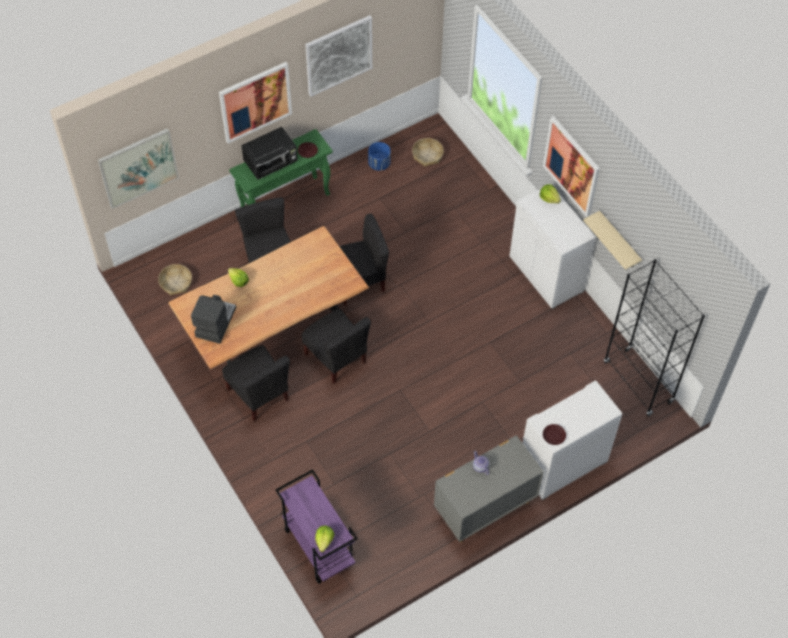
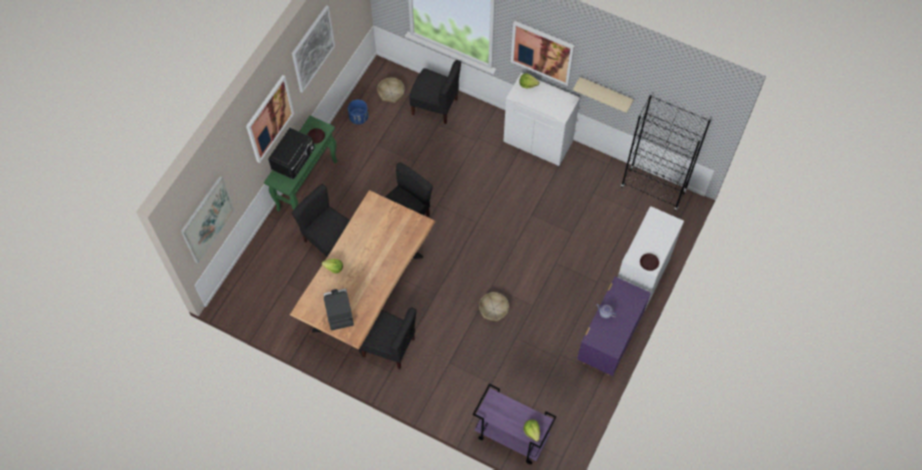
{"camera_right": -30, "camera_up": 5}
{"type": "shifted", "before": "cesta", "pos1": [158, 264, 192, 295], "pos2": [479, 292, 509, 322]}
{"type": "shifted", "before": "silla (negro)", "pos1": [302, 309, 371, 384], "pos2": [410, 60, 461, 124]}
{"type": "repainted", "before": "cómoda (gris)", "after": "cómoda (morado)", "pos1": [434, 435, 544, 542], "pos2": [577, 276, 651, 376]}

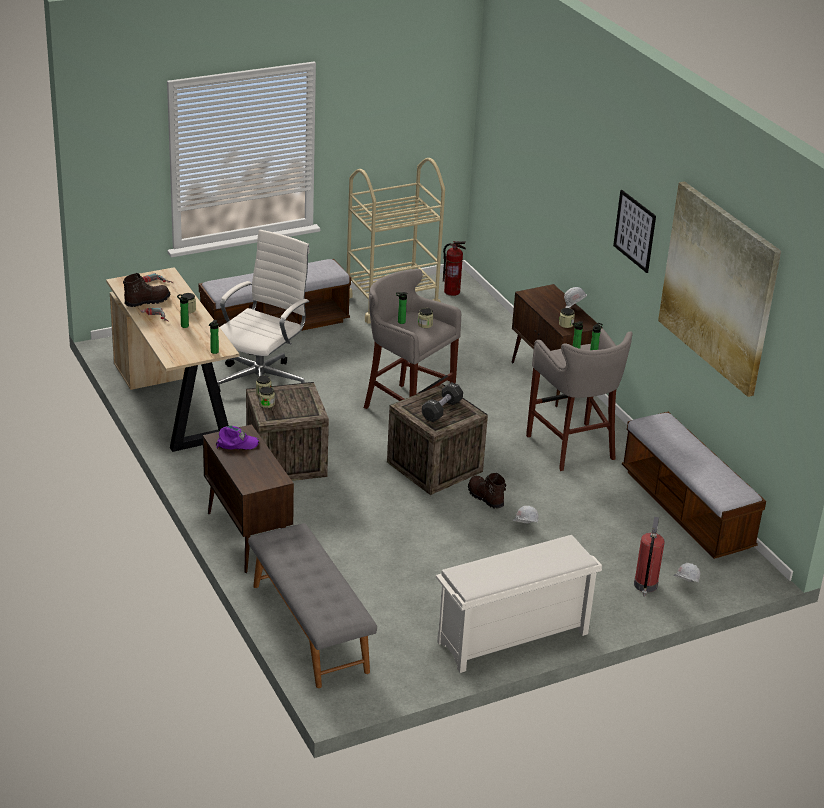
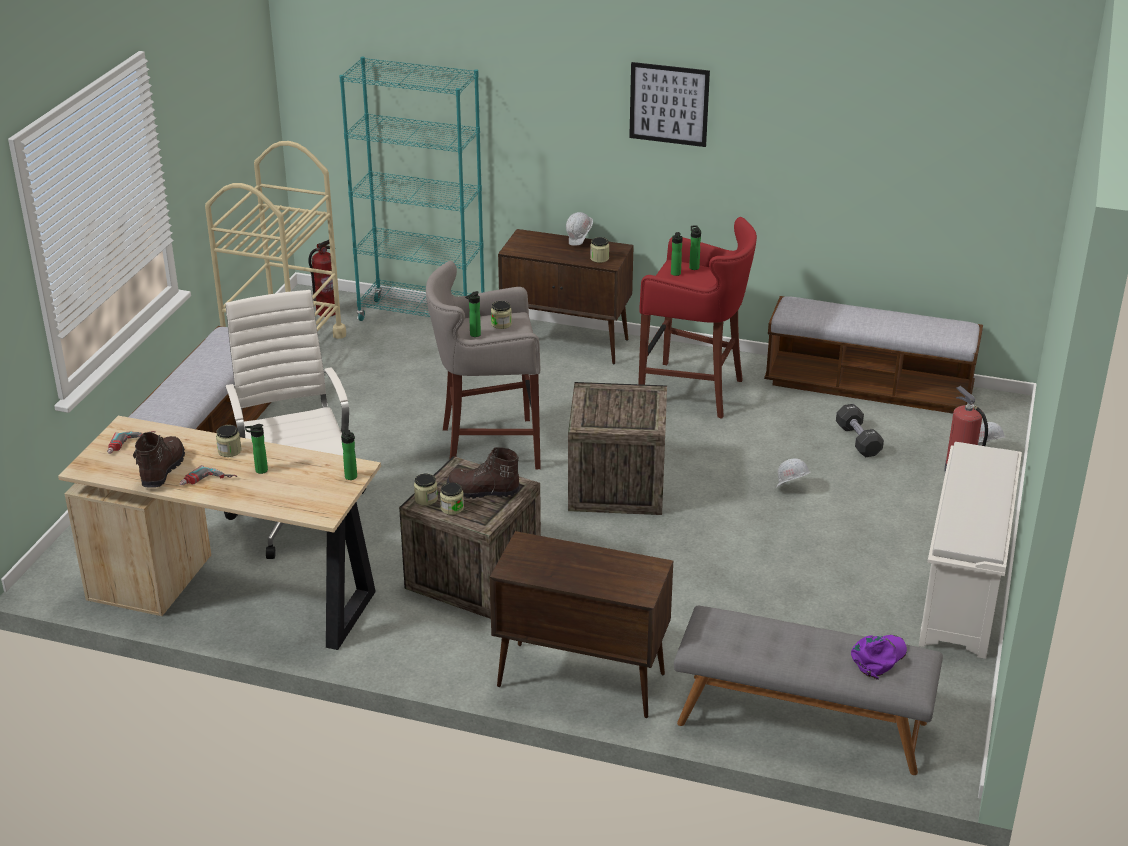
{"camera_right": -45, "camera_up": 0}
{"type": "gone", "before": "cuadro", "pos1": [658, 181, 781, 397]}
{"type": "repainted", "before": "taburete (gris)", "after": "taburete (rojo)", "pos1": [526, 328, 633, 471], "pos2": [638, 217, 757, 419]}
{"type": "shifted", "before": "mancuerna (negro)", "pos1": [422, 382, 463, 422], "pos2": [836, 404, 884, 457]}
{"type": "shifted", "before": "gorra (morado)", "pos1": [216, 426, 259, 450], "pos2": [851, 635, 907, 680]}
{"type": "shifted", "before": "bota (marrón)", "pos1": [468, 473, 506, 509], "pos2": [447, 447, 520, 499]}
{"type": "new", "after": "estantería (turquesa)", "pos2": [339, 57, 484, 321]}

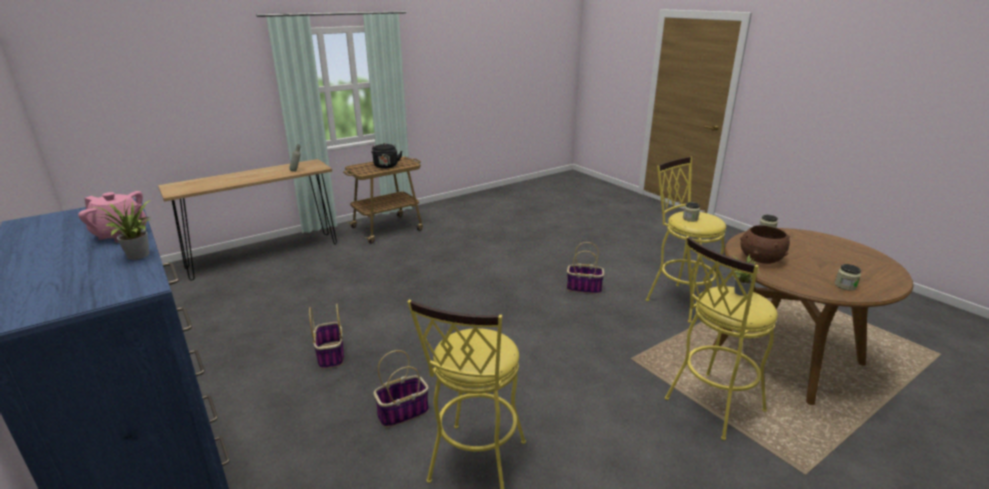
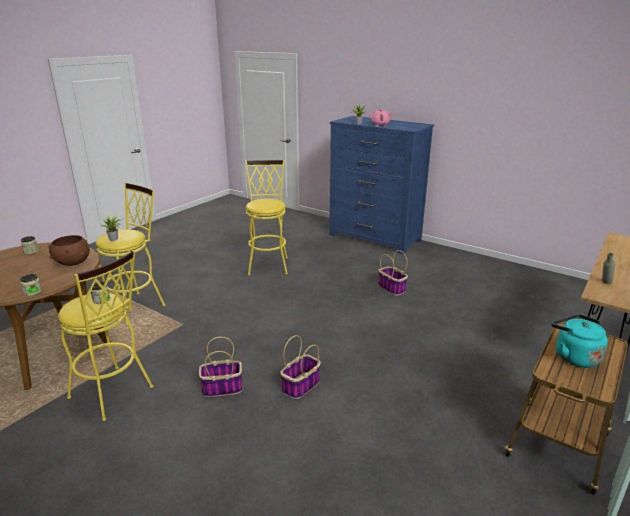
{"camera_right": 160, "camera_up": 0}
{"type": "repainted", "before": "hervidor (negro)", "after": "hervidor (turquesa)", "pos1": [371, 143, 402, 169], "pos2": [552, 314, 608, 368]}
{"type": "shifted", "before": "cesta", "pos1": [373, 350, 429, 428], "pos2": [280, 335, 321, 399]}

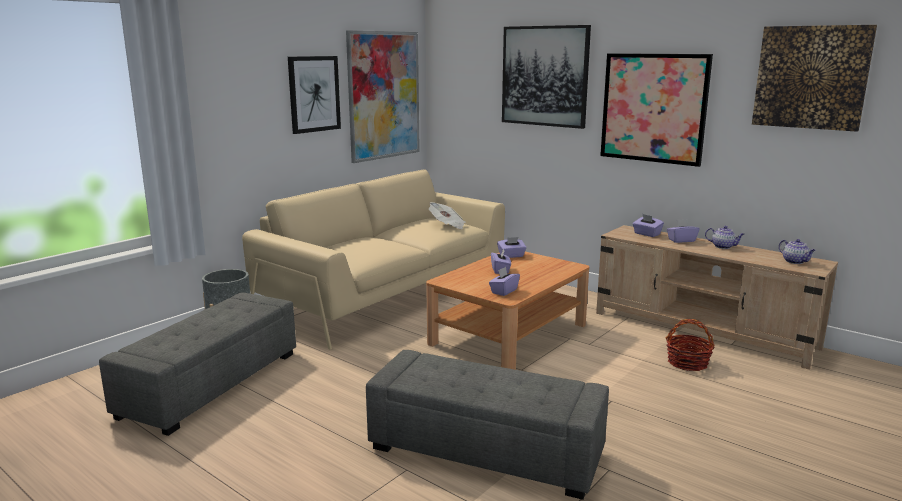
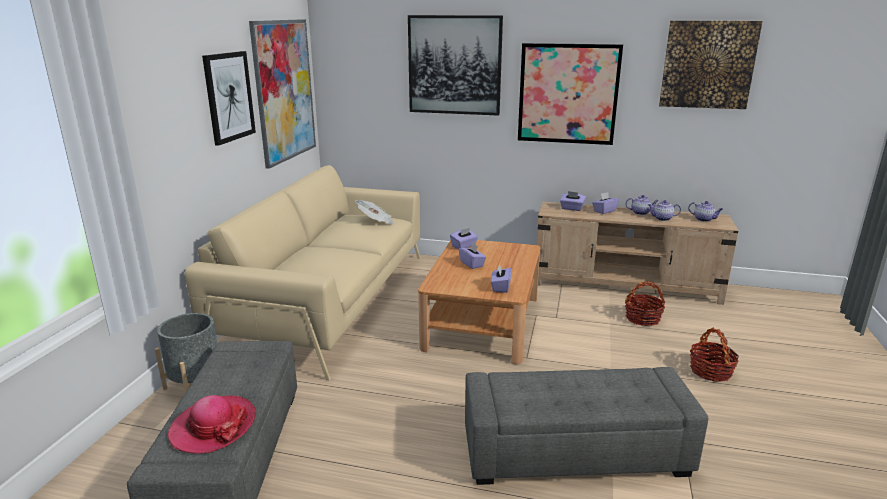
{"camera_right": -25, "camera_up": 5}
{"type": "new", "after": "tetera", "pos2": [648, 200, 681, 221]}
{"type": "new", "after": "cesta", "pos2": [690, 328, 739, 382]}
{"type": "new", "after": "sombrero", "pos2": [168, 395, 256, 454]}

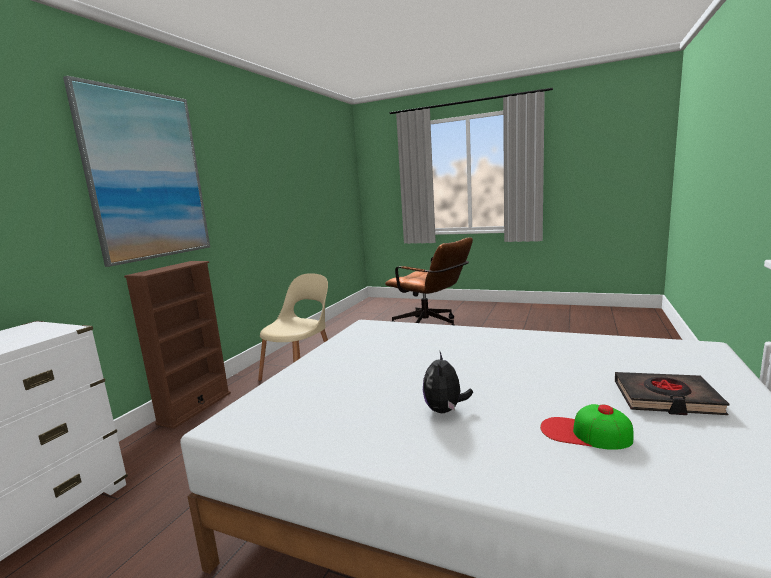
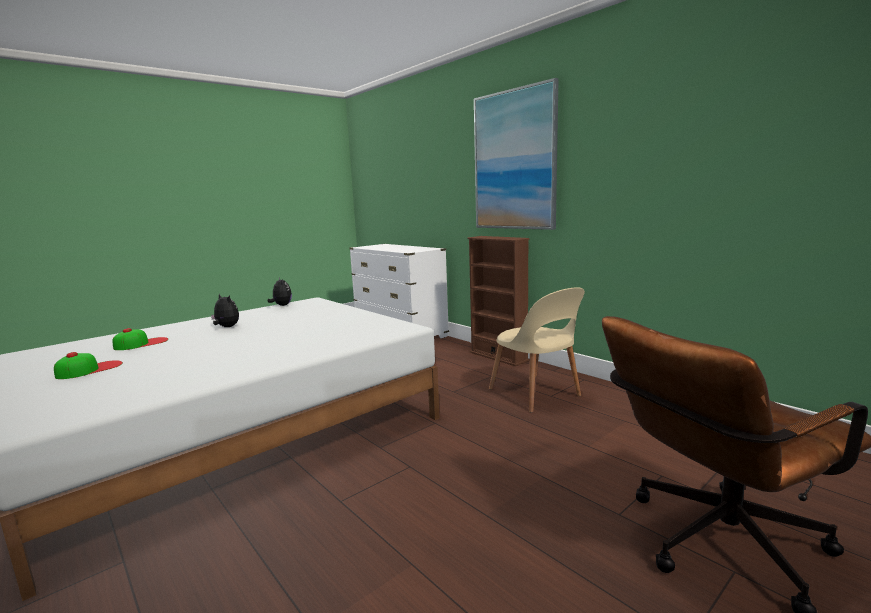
{"camera_right": 115, "camera_up": 0}
{"type": "swapped", "before": "libro (negro)", "after": "gorra", "pos1": [615, 372, 729, 415], "pos2": [54, 352, 123, 379]}
{"type": "new", "after": "peluche", "pos2": [268, 277, 292, 306]}

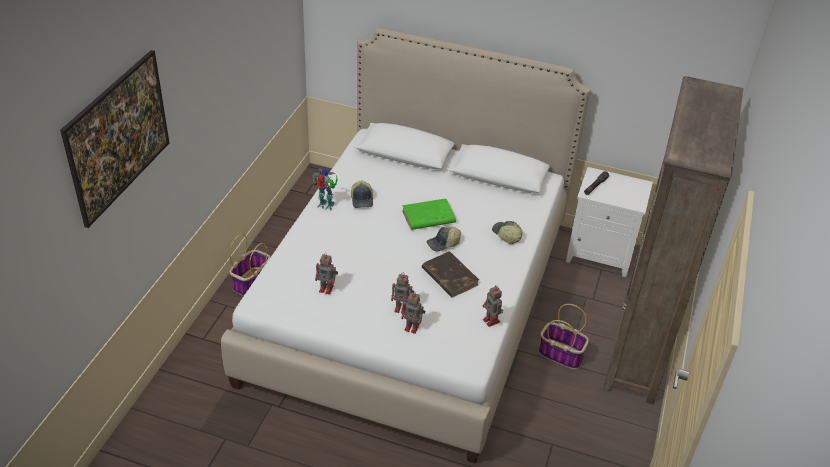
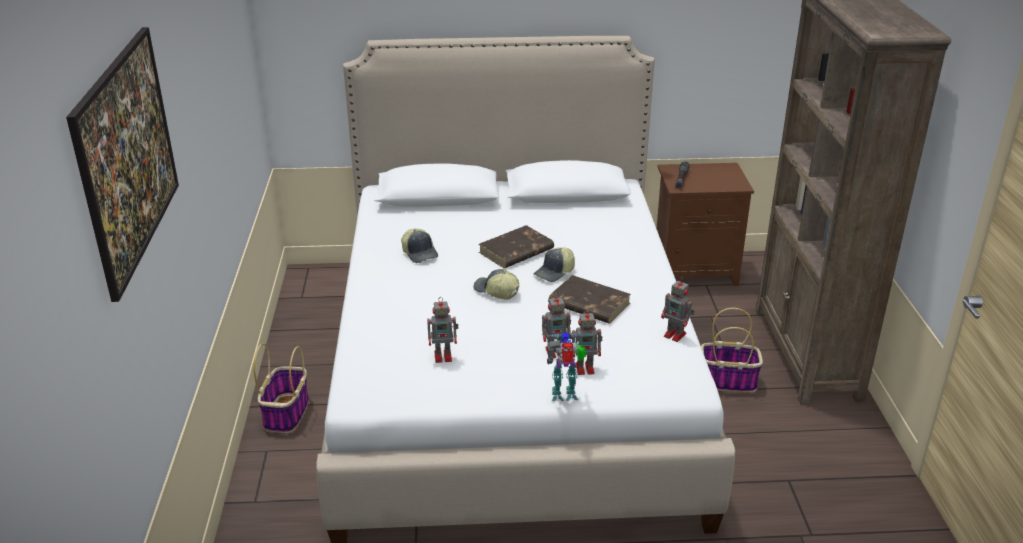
{"camera_right": -20, "camera_up": -10}
{"type": "repainted", "before": "mesita de noche (blanco)", "after": "mesita de noche (marrón)", "pos1": [566, 167, 653, 277], "pos2": [657, 163, 754, 286]}
{"type": "shifted", "before": "robot de juguete", "pos1": [312, 169, 338, 211], "pos2": [547, 332, 587, 401]}
{"type": "repainted", "before": "libro (verde)", "after": "libro (marrón)", "pos1": [402, 198, 456, 230], "pos2": [479, 225, 554, 268]}
{"type": "shifted", "before": "gorra", "pos1": [492, 221, 522, 244], "pos2": [473, 269, 520, 300]}

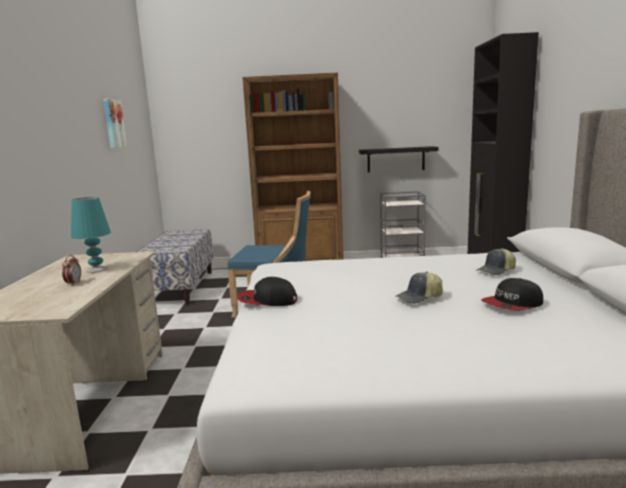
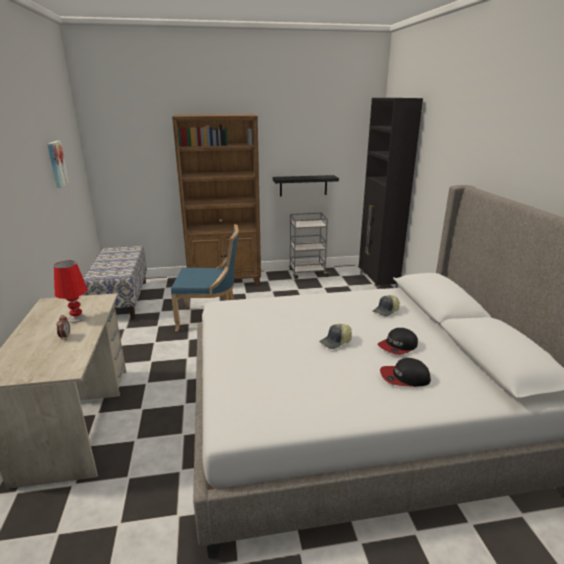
{"camera_right": -10, "camera_up": 10}
{"type": "repainted", "before": "lámpara de mesa (turquesa)", "after": "lámpara de mesa (rojo)", "pos1": [71, 197, 111, 273], "pos2": [54, 261, 88, 323]}
{"type": "shifted", "before": "gorra", "pos1": [237, 277, 297, 306], "pos2": [380, 358, 431, 387]}

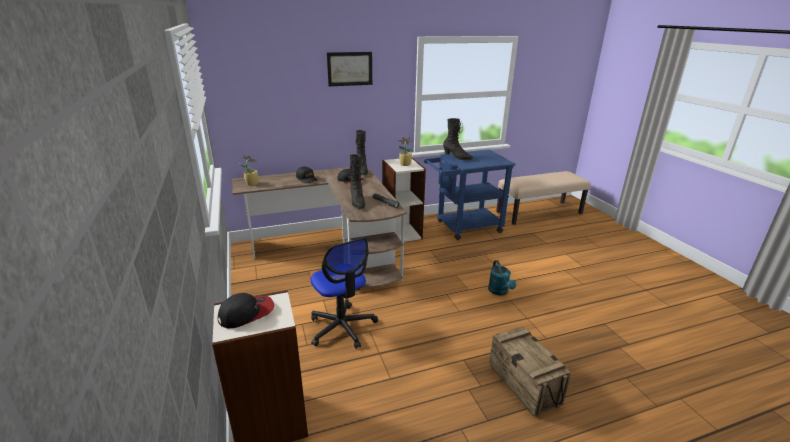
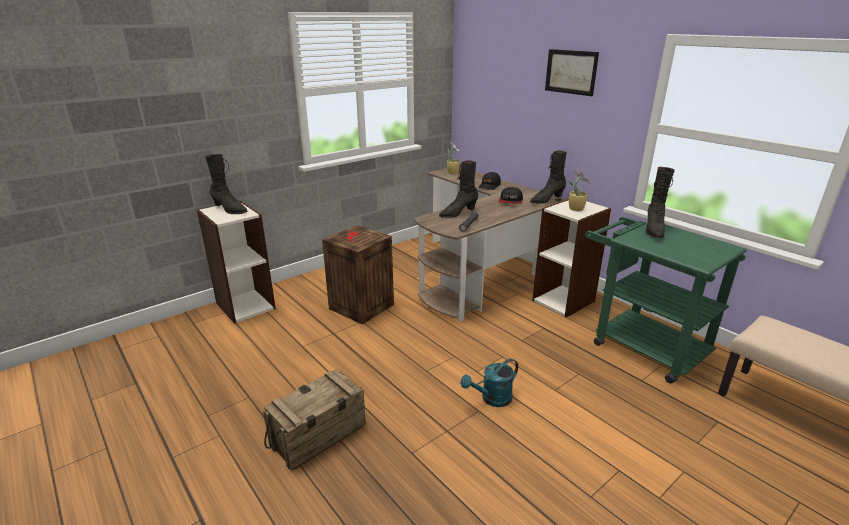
{"camera_right": 70, "camera_up": 0}
{"type": "repainted", "before": "carrito (azul)", "after": "carrito (verde)", "pos1": [424, 150, 516, 240], "pos2": [585, 217, 747, 383]}
{"type": "swapped", "before": "silla de oficina", "after": "caja de embalaje", "pos1": [311, 237, 378, 349], "pos2": [322, 225, 394, 324]}
{"type": "swapped", "before": "gorra", "after": "bota (negro)", "pos1": [217, 293, 274, 328], "pos2": [205, 154, 247, 214]}

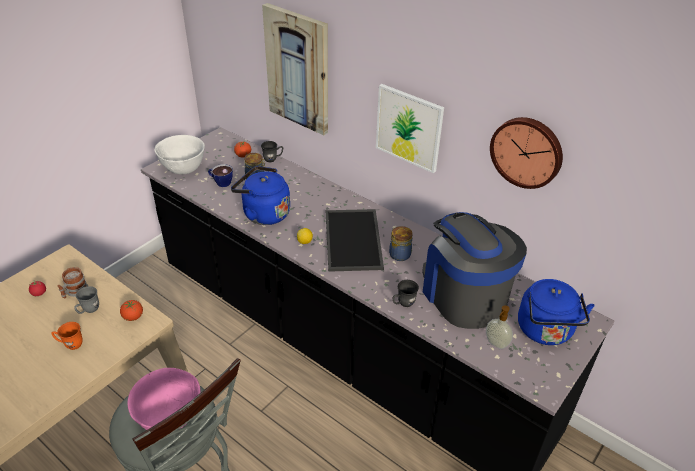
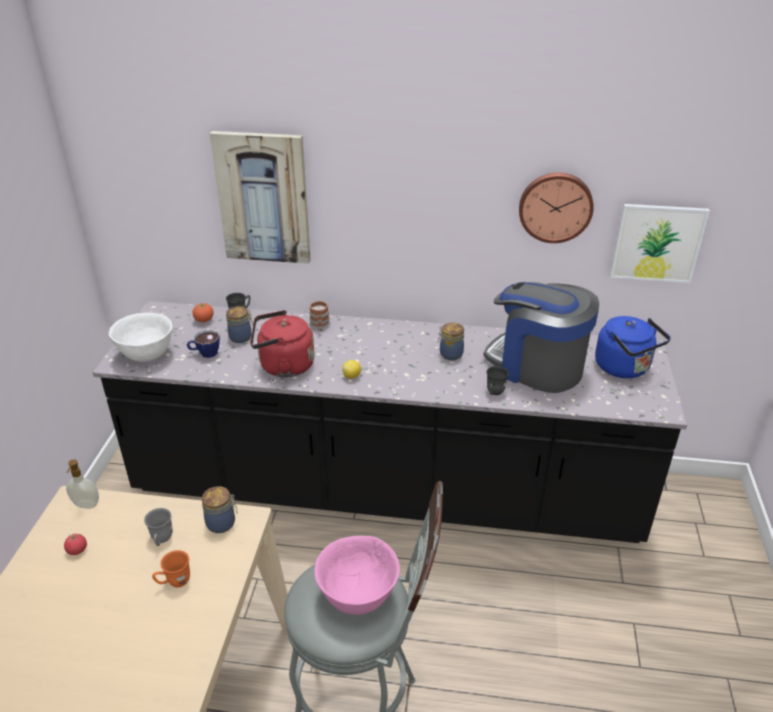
{"camera_right": -30, "camera_up": -5}
{"type": "shifted", "before": "cuadro", "pos1": [376, 84, 444, 173], "pos2": [610, 204, 710, 283]}
{"type": "repainted", "before": "hervidor (azul)", "after": "hervidor (rojo)", "pos1": [231, 166, 290, 225], "pos2": [250, 310, 315, 377]}
{"type": "gone", "before": "bandeja", "pos1": [326, 209, 384, 272]}
{"type": "shifted", "before": "taza grande", "pos1": [58, 267, 88, 298], "pos2": [309, 301, 330, 331]}
{"type": "swapped", "before": "tomate", "after": "tarro", "pos1": [120, 300, 143, 321], "pos2": [202, 486, 238, 533]}
{"type": "shifted", "before": "dispensador de jabón", "pos1": [486, 305, 513, 349], "pos2": [66, 459, 99, 509]}

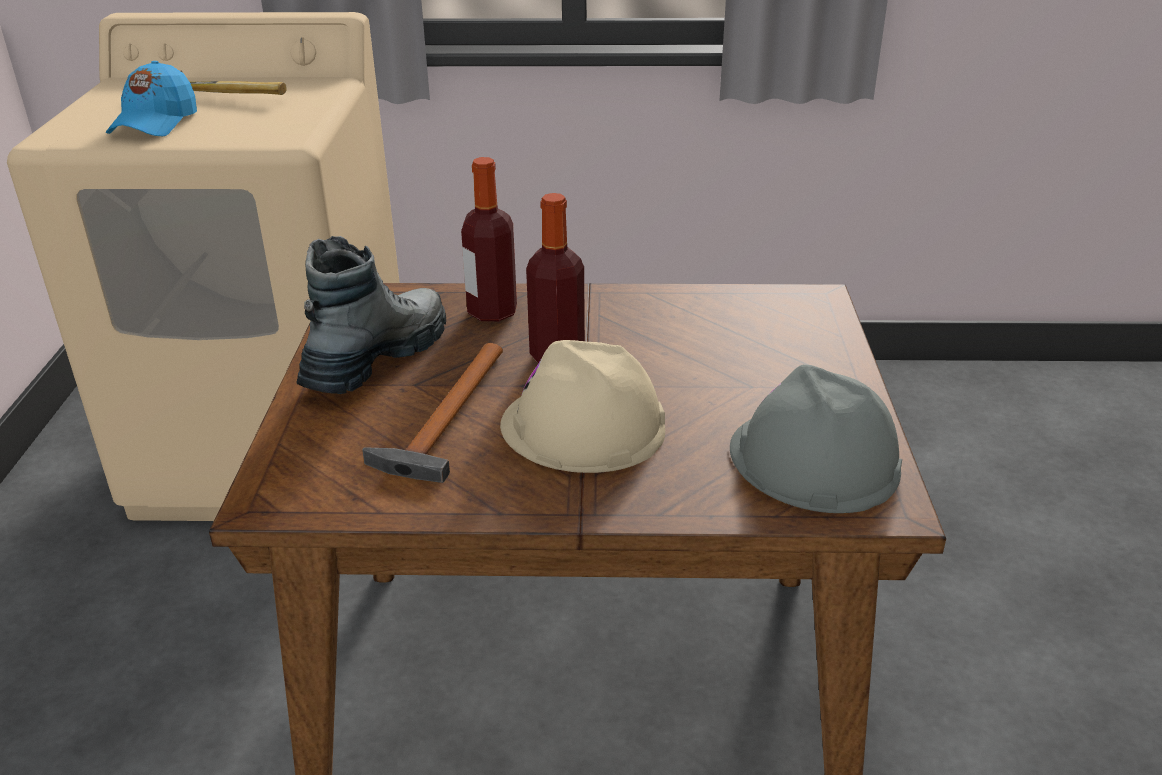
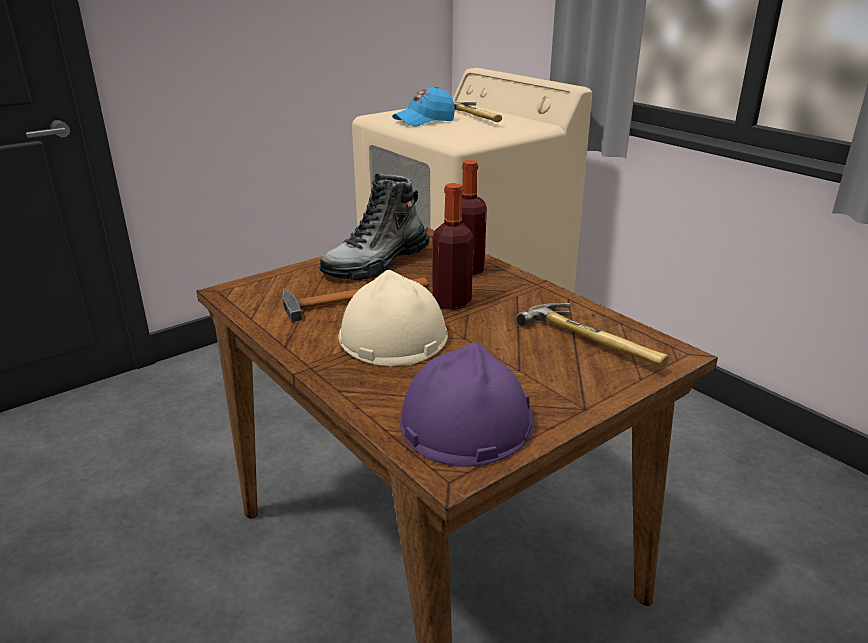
{"camera_right": 50, "camera_up": -5}
{"type": "rotated", "before": "bota", "pos1": [296, 236, 446, 394], "pos2": [320, 173, 430, 280], "turn": 150}
{"type": "repainted", "before": "casco (gris)", "after": "casco (morado)", "pos1": [730, 364, 902, 513], "pos2": [400, 342, 534, 467]}
{"type": "new", "after": "martillo", "pos2": [517, 303, 669, 368]}

